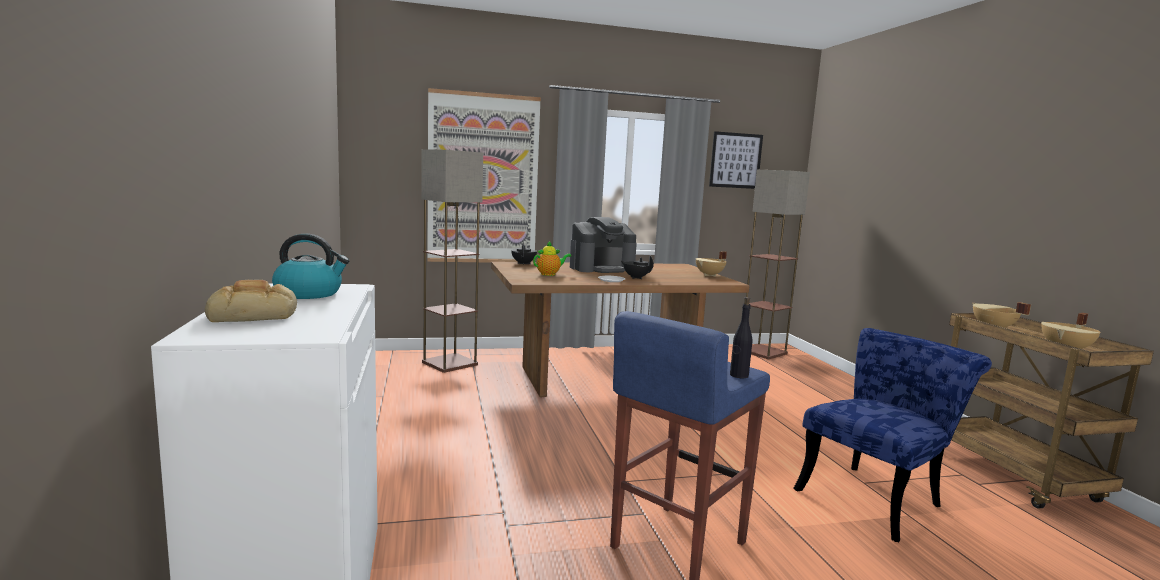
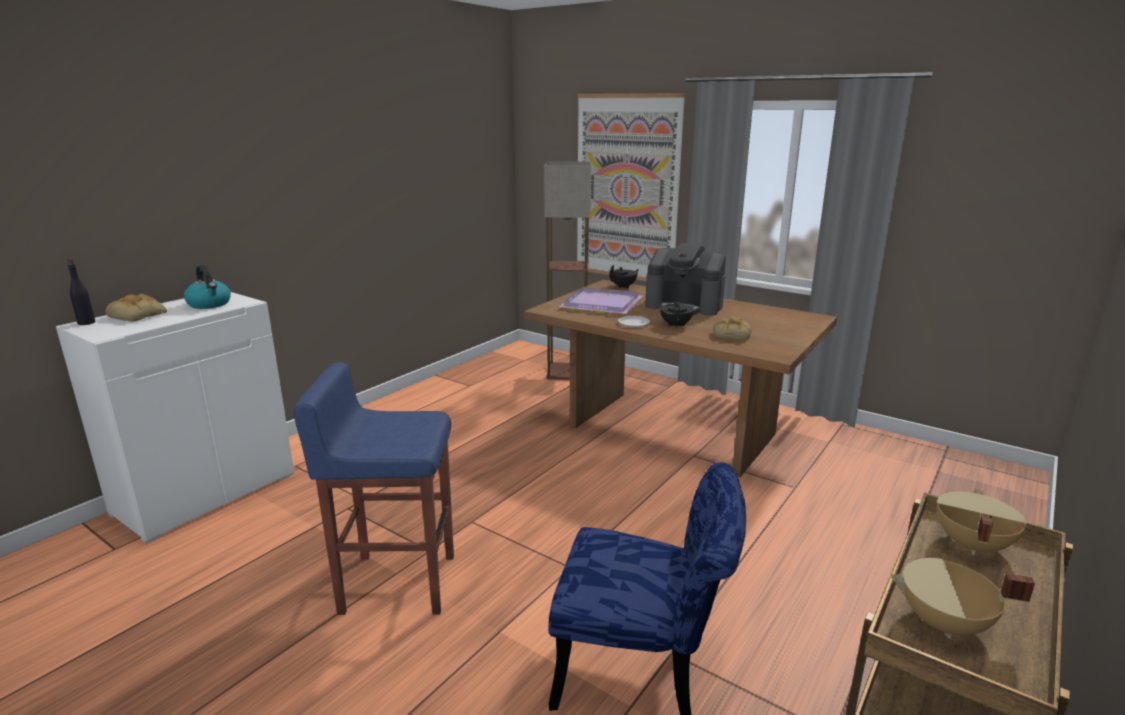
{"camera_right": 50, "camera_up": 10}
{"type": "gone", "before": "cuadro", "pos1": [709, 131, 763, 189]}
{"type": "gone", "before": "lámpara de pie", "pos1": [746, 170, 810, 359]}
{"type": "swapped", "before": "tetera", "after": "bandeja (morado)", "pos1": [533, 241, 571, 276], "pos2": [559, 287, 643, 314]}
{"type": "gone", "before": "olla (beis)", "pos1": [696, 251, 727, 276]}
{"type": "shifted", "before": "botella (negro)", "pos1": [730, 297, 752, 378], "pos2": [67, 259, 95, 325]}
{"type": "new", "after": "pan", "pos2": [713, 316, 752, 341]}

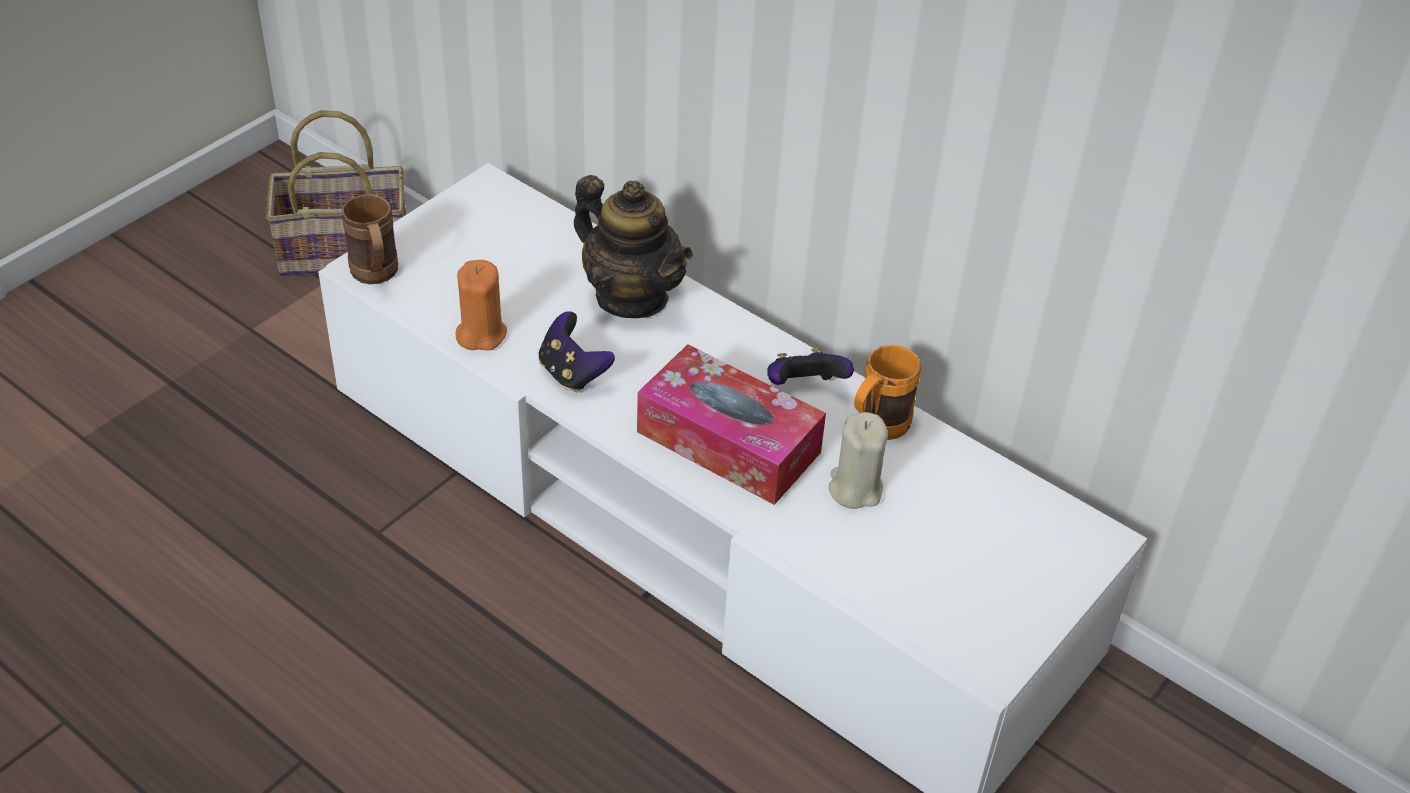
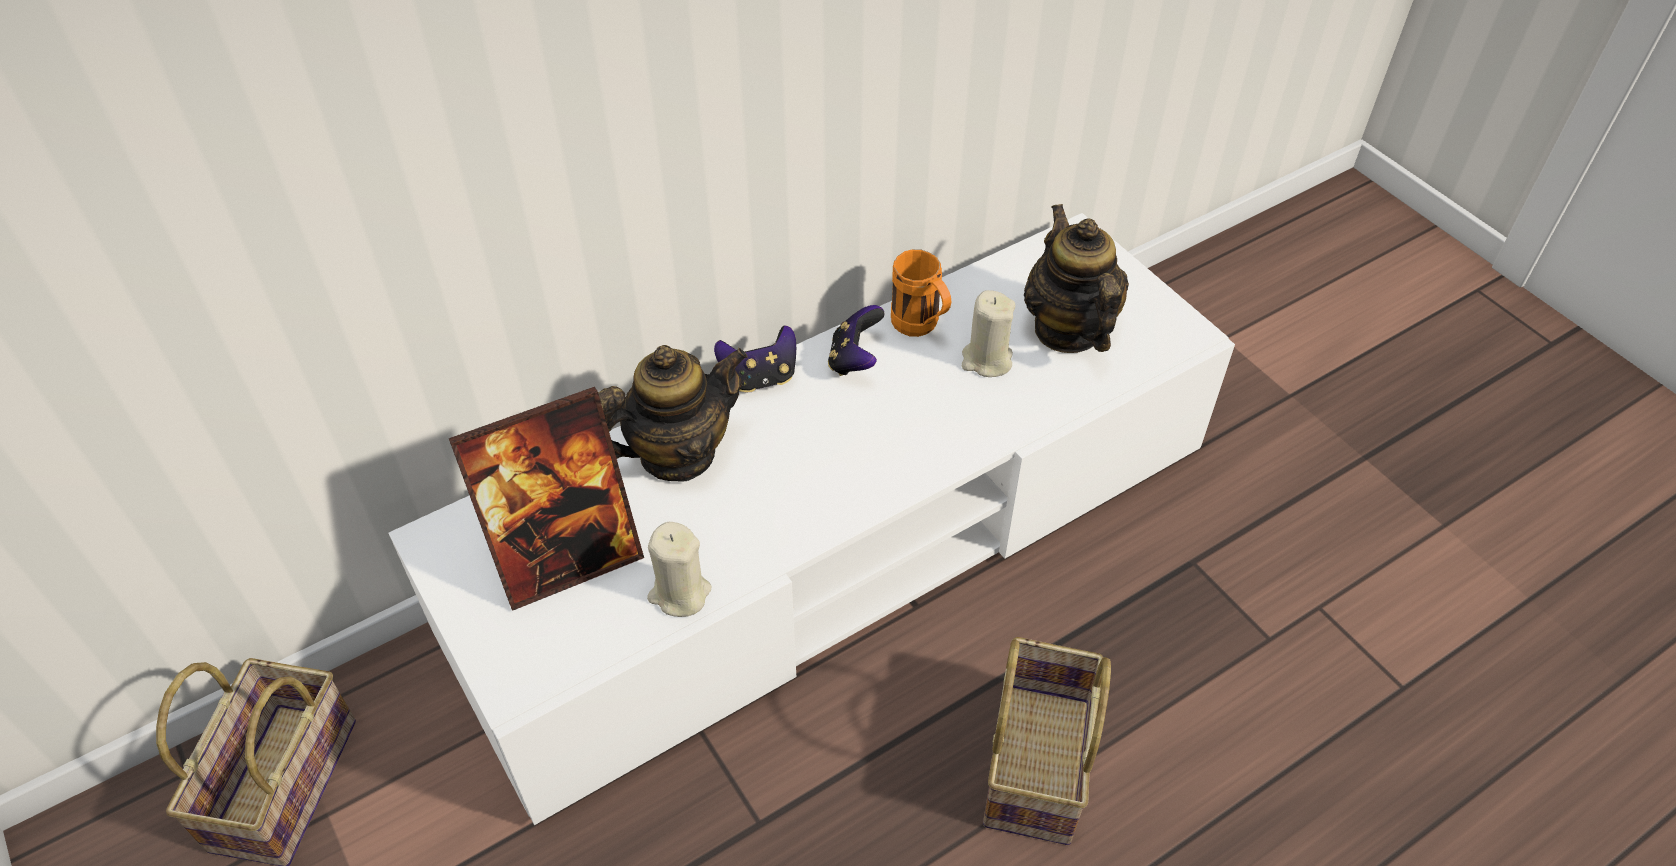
{"camera_right": -70, "camera_up": 5}
{"type": "gone", "before": "taza grande (marrón)", "pos1": [342, 194, 398, 284]}
{"type": "repainted", "before": "vela (naranja)", "after": "vela (beis)", "pos1": [455, 260, 507, 351], "pos2": [647, 522, 711, 617]}
{"type": "shifted", "before": "mando de consola", "pos1": [539, 311, 615, 393], "pos2": [714, 325, 796, 392]}
{"type": "gone", "before": "caja de pañuelos", "pos1": [637, 344, 826, 505]}
{"type": "new", "after": "tetera", "pos2": [1024, 204, 1129, 353]}
{"type": "new", "after": "portarretratos", "pos2": [449, 387, 644, 611]}
{"type": "new", "after": "cesta", "pos2": [983, 637, 1111, 845]}

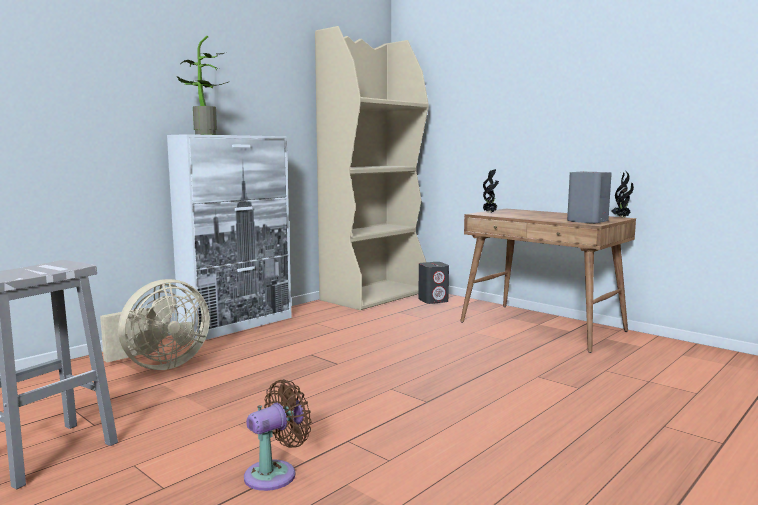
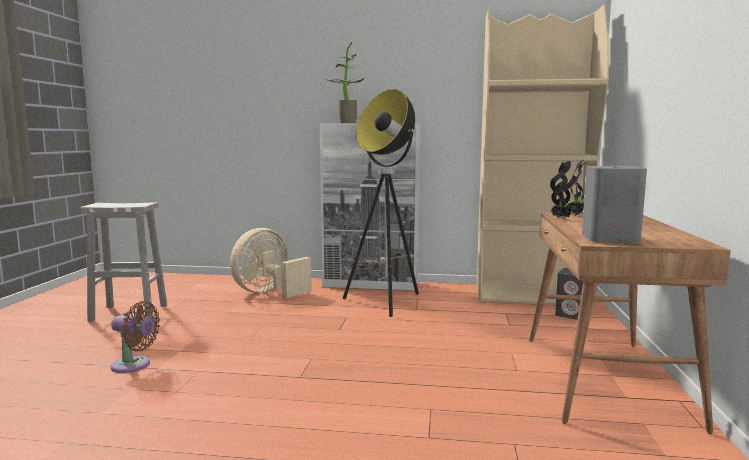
{"camera_right": 55, "camera_up": 0}
{"type": "shifted", "before": "planta en maceta", "pos1": [612, 171, 634, 218], "pos2": [550, 161, 577, 219]}
{"type": "rotated", "before": "ventilador (beis)", "pos1": [100, 279, 210, 370], "pos2": [230, 228, 312, 298], "turn": 120}
{"type": "new", "after": "lámpara de pie", "pos2": [343, 89, 419, 317]}

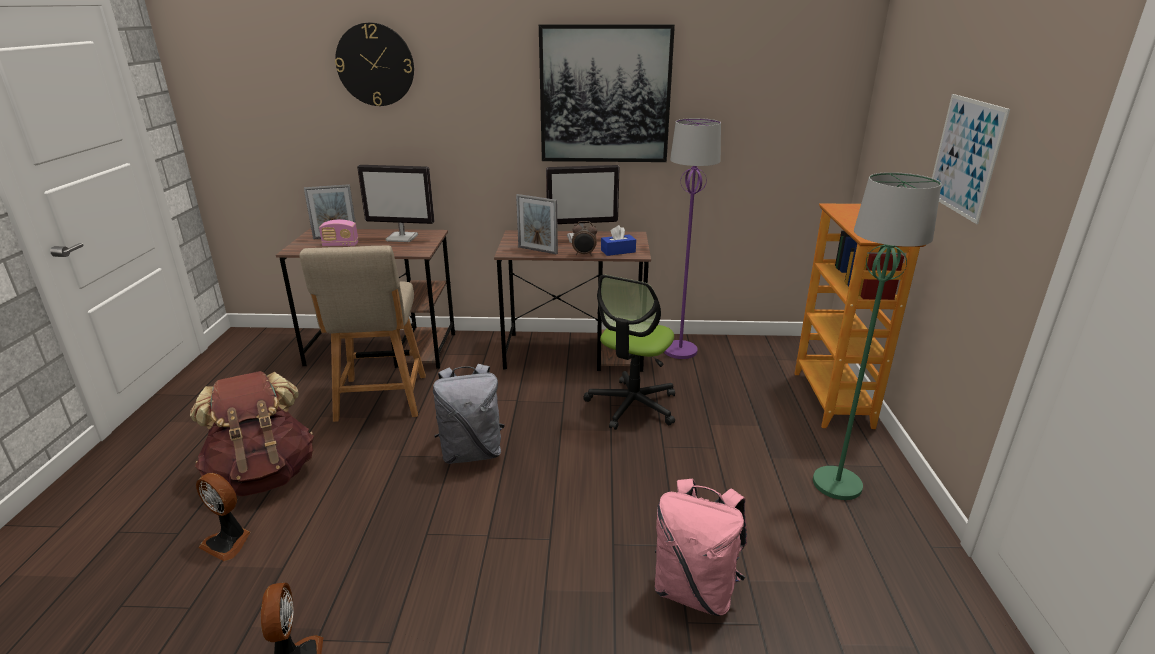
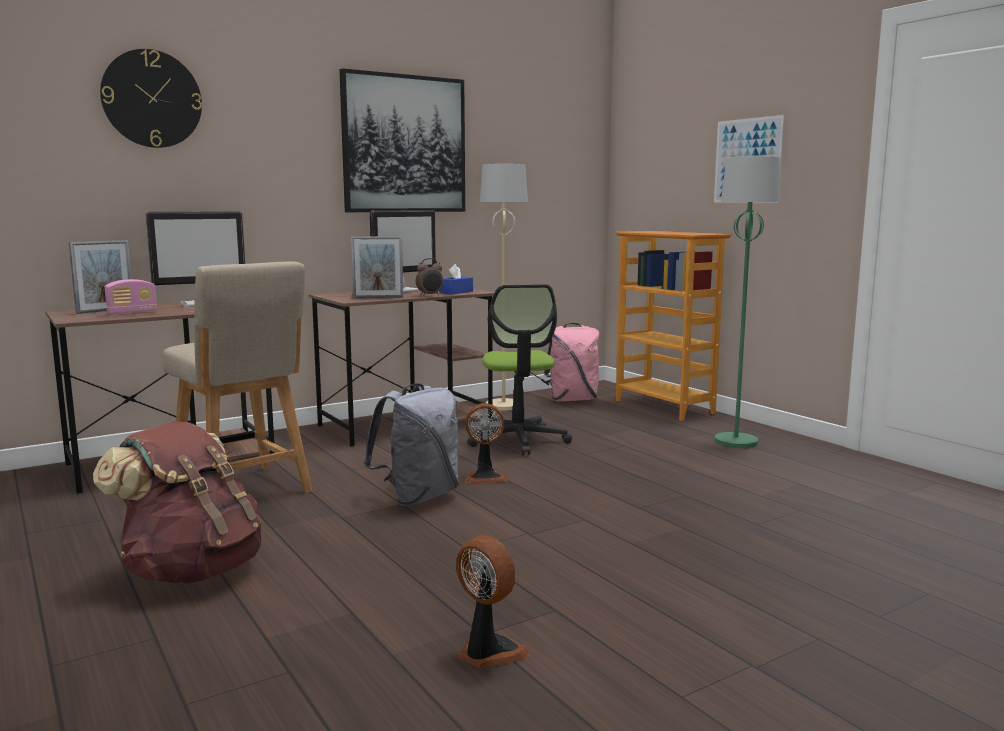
{"camera_right": -35, "camera_up": -15}
{"type": "repainted", "before": "lámpara de pie (morado)", "after": "lámpara de pie (beis)", "pos1": [664, 118, 721, 359], "pos2": [480, 164, 528, 411]}
{"type": "shifted", "before": "ventilador", "pos1": [196, 473, 251, 561], "pos2": [465, 403, 508, 484]}
{"type": "shifted", "before": "mochila (rosa)", "pos1": [655, 479, 747, 616], "pos2": [543, 323, 600, 401]}

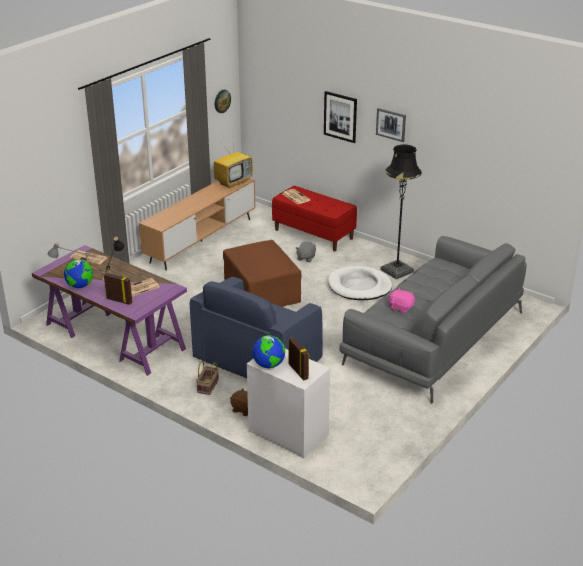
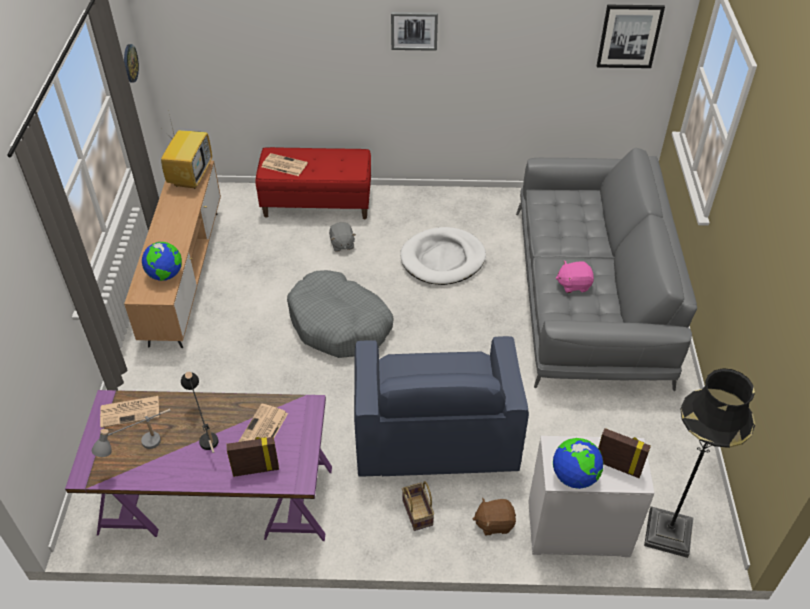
{"camera_right": -35, "camera_up": 15}
{"type": "shifted", "before": "cuadro", "pos1": [324, 91, 357, 143], "pos2": [597, 5, 665, 68]}
{"type": "shifted", "before": "lámpara de pie (negro)", "pos1": [380, 145, 422, 280], "pos2": [644, 368, 755, 558]}
{"type": "swapped", "before": "puf (marrón)", "after": "cama para perro (gris)", "pos1": [223, 240, 301, 307], "pos2": [287, 270, 394, 358]}
{"type": "shifted", "before": "globo terráqueo", "pos1": [64, 259, 93, 288], "pos2": [142, 242, 182, 281]}

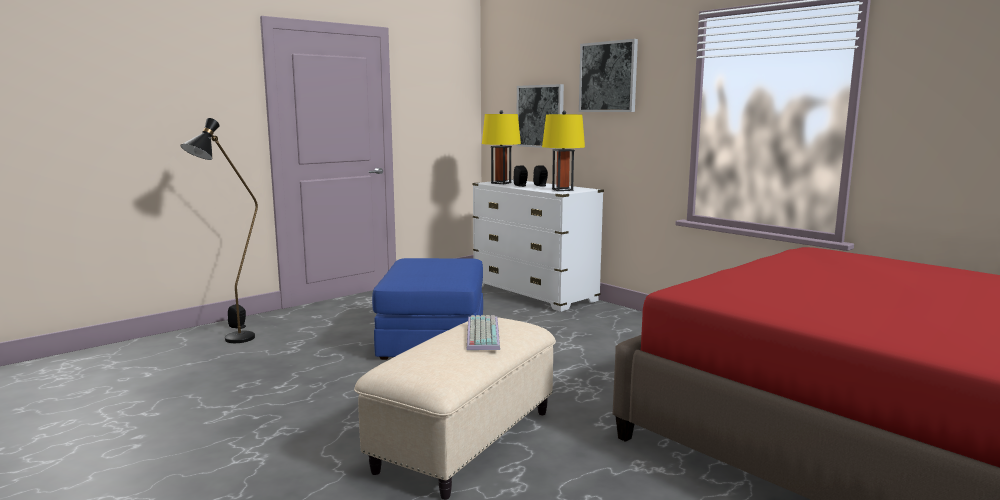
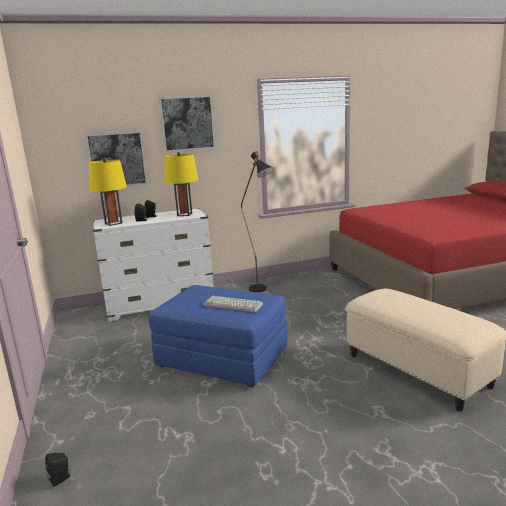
{"camera_right": -65, "camera_up": 5}
{"type": "shifted", "before": "lámpara de pie (negro)", "pos1": [180, 118, 258, 343], "pos2": [241, 151, 274, 292]}
{"type": "shifted", "before": "teclado", "pos1": [467, 315, 500, 350], "pos2": [203, 296, 263, 313]}

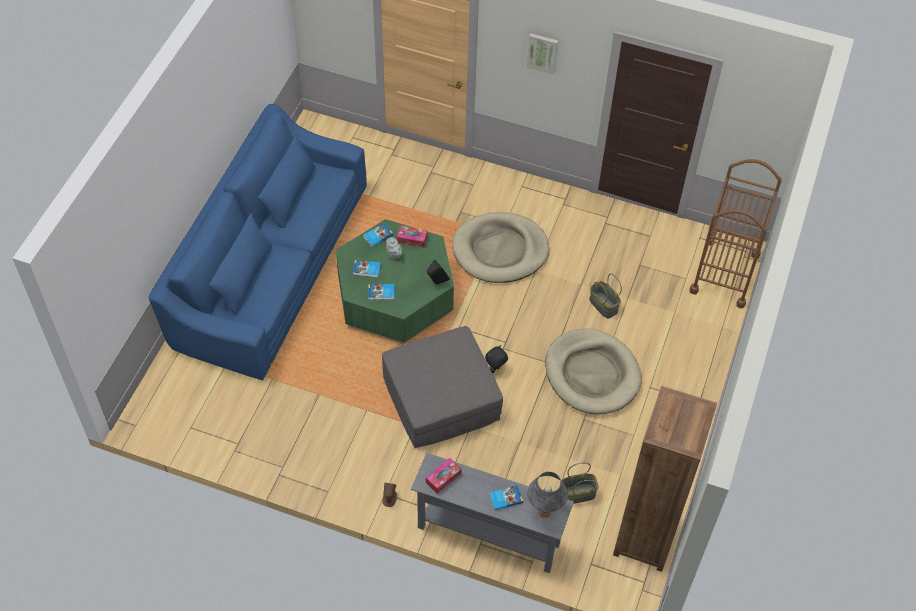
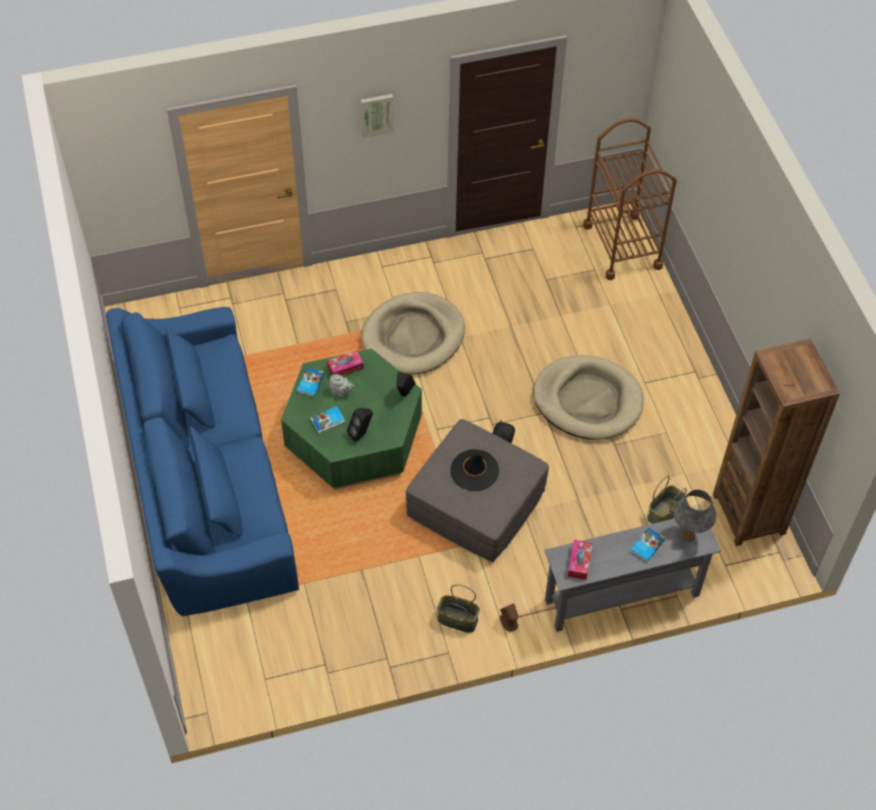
{"camera_right": -35, "camera_up": 0}
{"type": "shifted", "before": "cesta", "pos1": [589, 274, 622, 318], "pos2": [437, 584, 480, 633]}
{"type": "swapped", "before": "libro", "after": "altavoz (negro)", "pos1": [368, 284, 395, 300], "pos2": [347, 408, 373, 443]}
{"type": "new", "after": "sombrero (negro)", "pos2": [451, 449, 499, 491]}

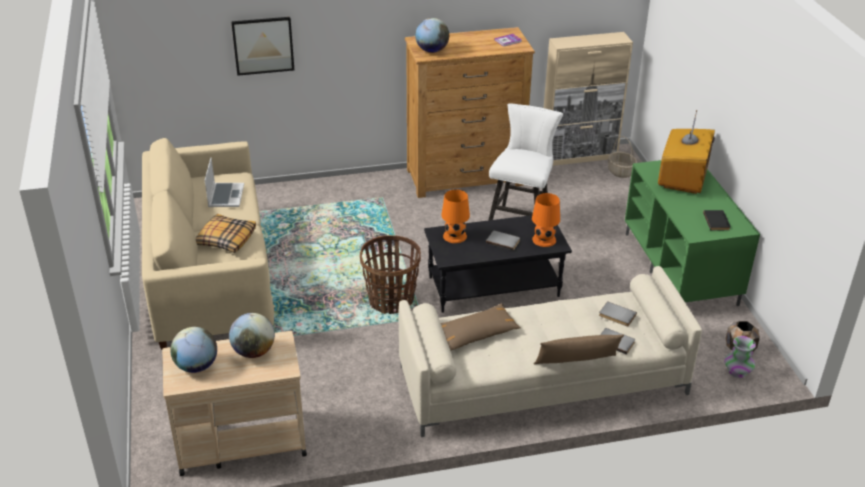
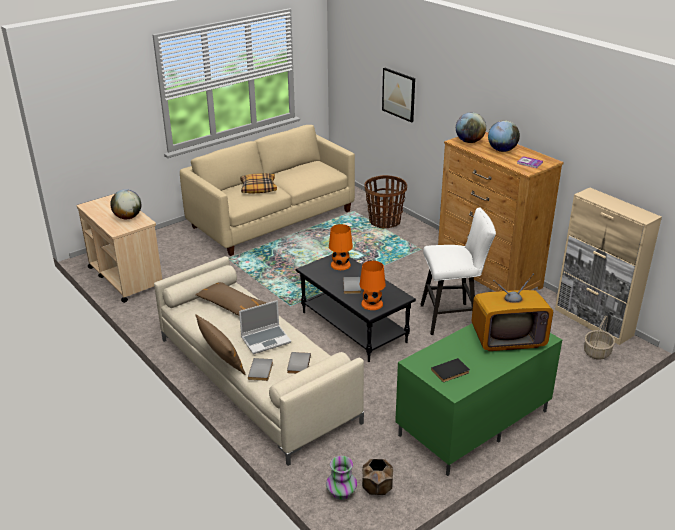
{"camera_right": 65, "camera_up": -5}
{"type": "shifted", "before": "portátil", "pos1": [205, 158, 244, 207], "pos2": [239, 300, 291, 354]}
{"type": "shifted", "before": "cesta", "pos1": [360, 235, 421, 314], "pos2": [364, 175, 407, 228]}
{"type": "shifted", "before": "globo terráqueo", "pos1": [170, 327, 217, 373], "pos2": [488, 120, 520, 152]}

